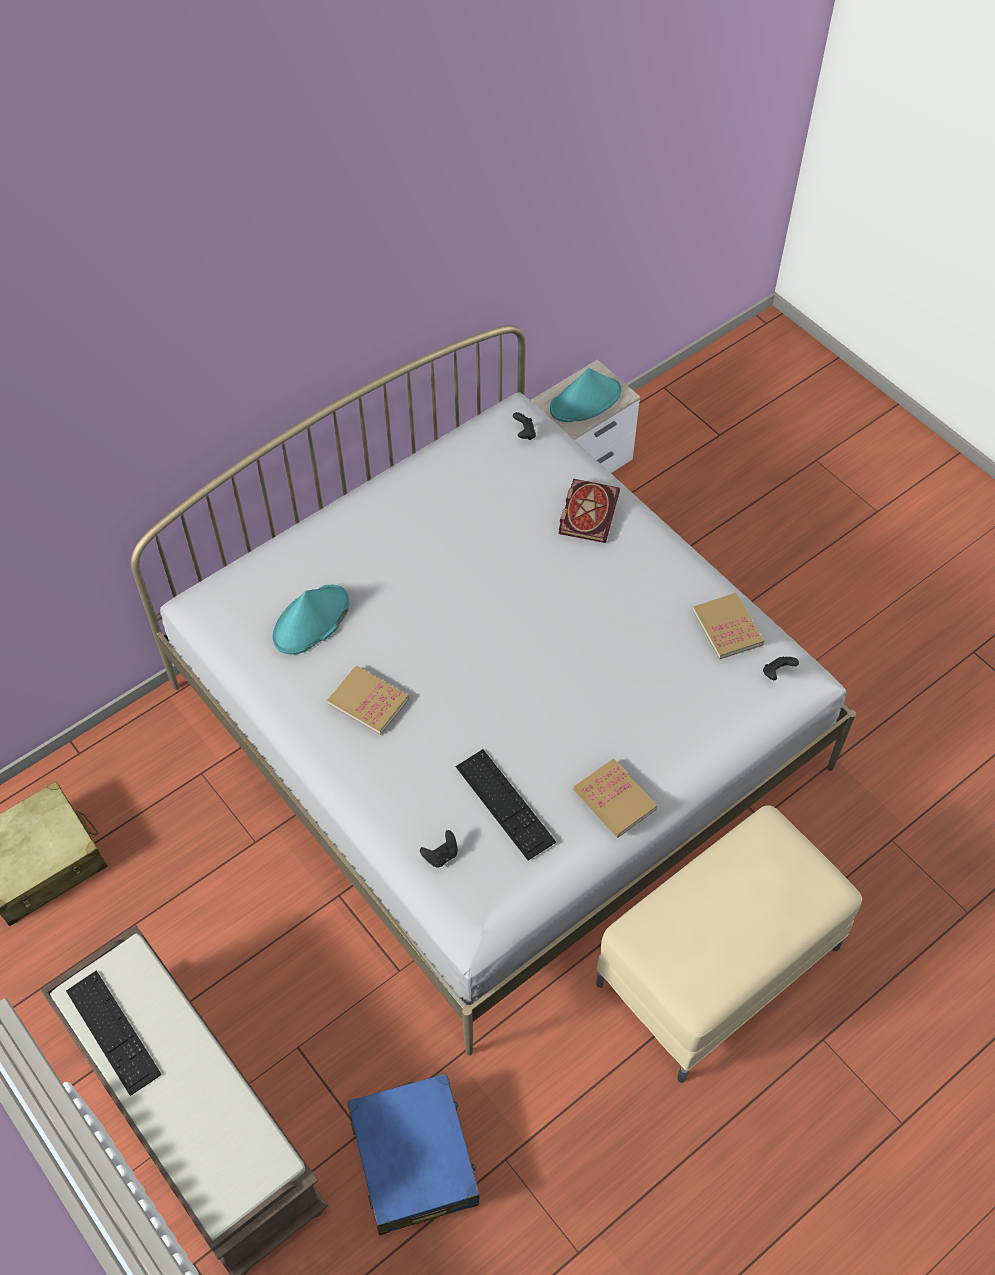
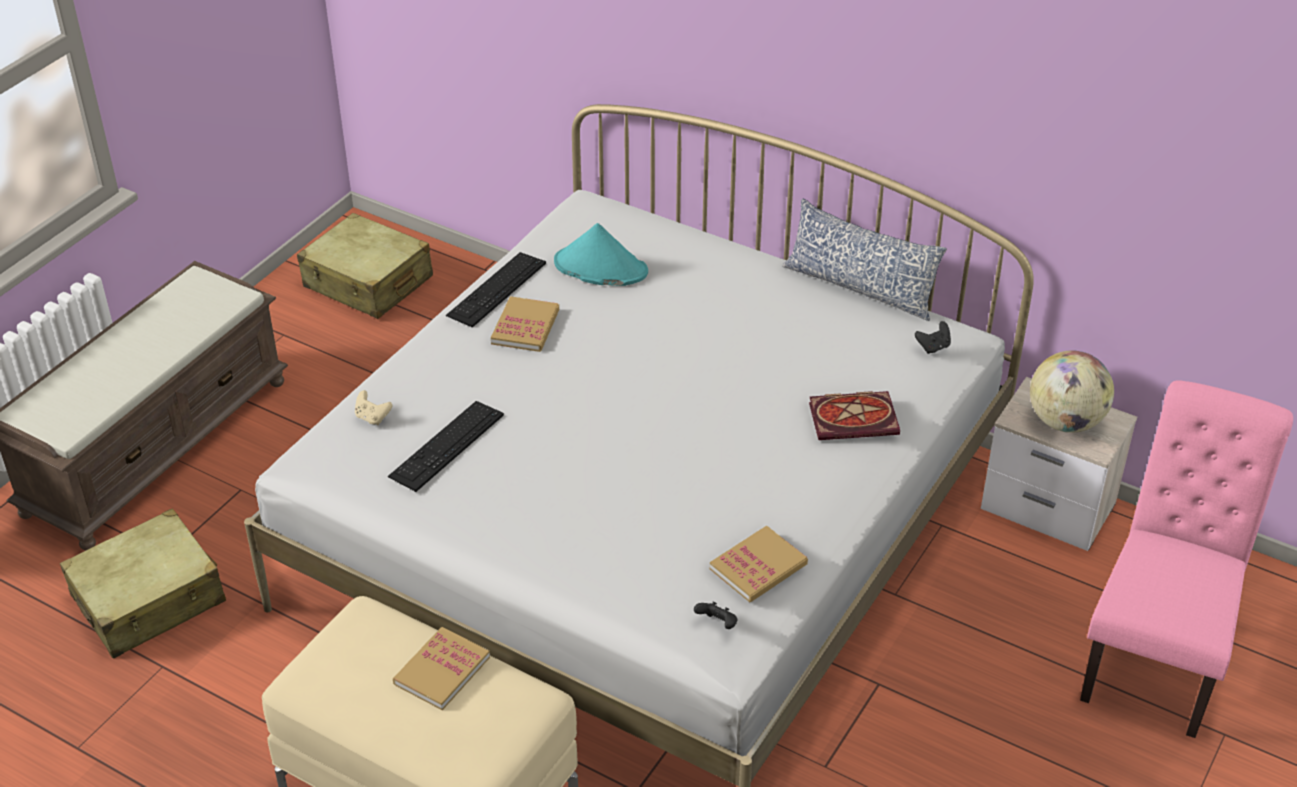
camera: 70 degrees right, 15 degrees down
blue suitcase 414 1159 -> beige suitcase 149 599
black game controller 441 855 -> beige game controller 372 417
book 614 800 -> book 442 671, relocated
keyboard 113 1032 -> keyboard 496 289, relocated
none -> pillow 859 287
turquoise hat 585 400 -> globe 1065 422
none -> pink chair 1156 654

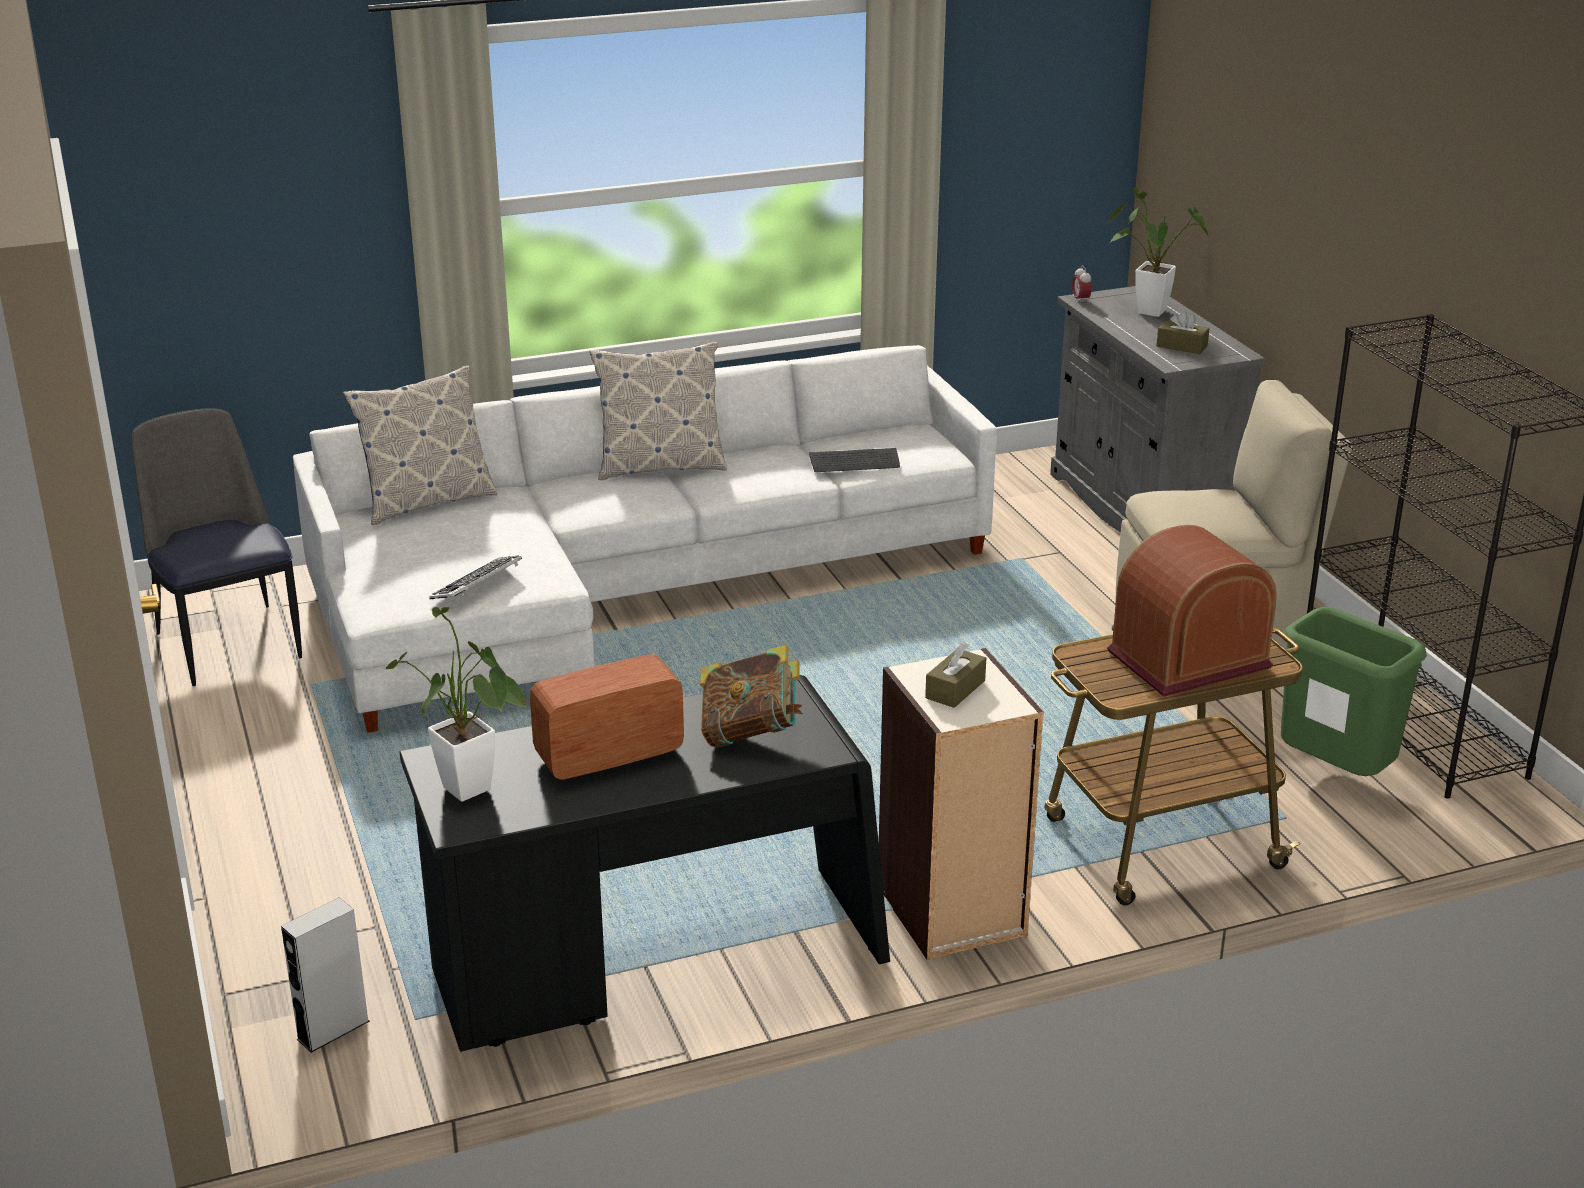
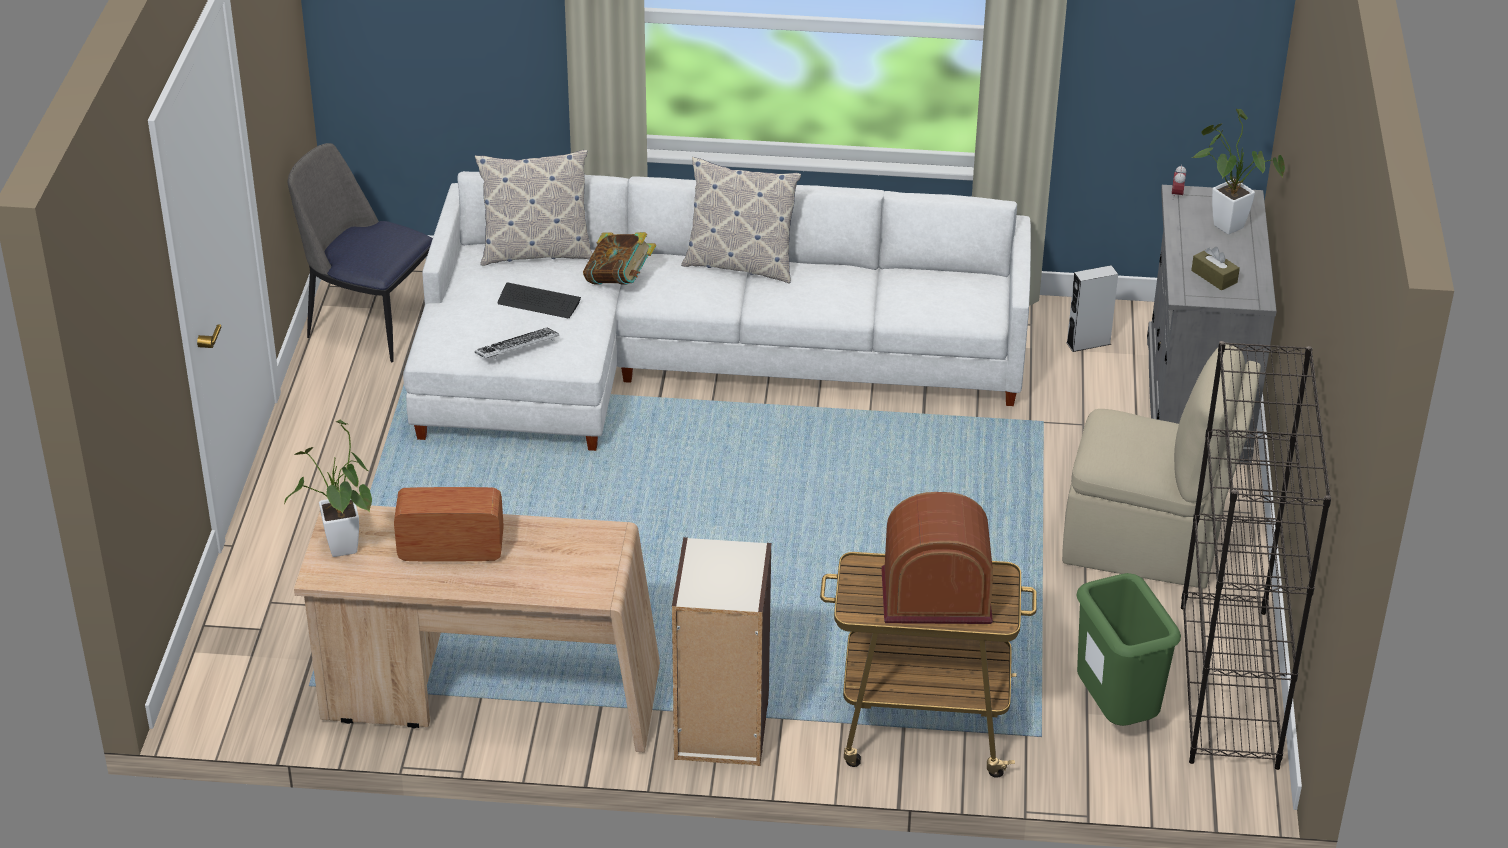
camera: 25 degrees right, 10 degrees up
chair 229 643 -> chair 369 324, 60 degrees counterclockwise
black desk 656 964 -> beige desk 488 698
keyboard 854 462 -> keyboard 538 302, relocated
book 751 733 -> book 620 280, relocated
grey speaker 333 1030 -> grey speaker 1088 343, relocated
brown tissue box 955 689 -> none

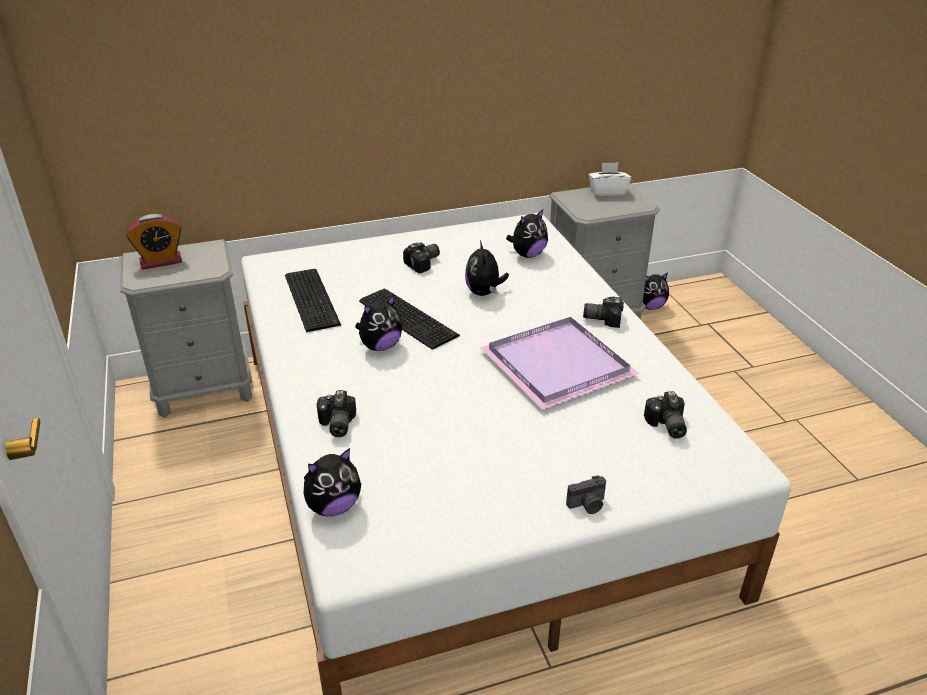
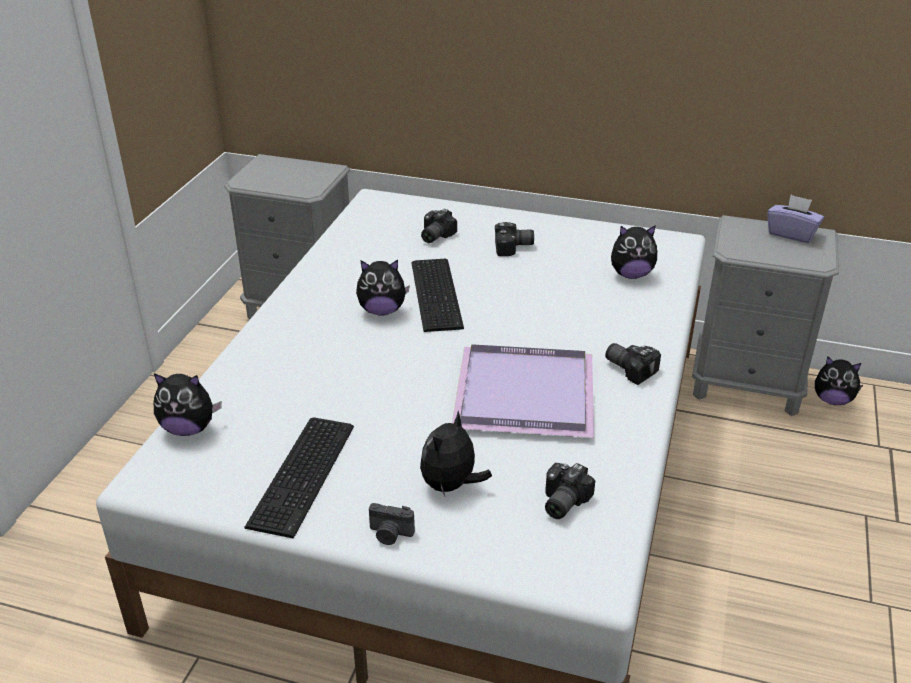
camera: 35 degrees right, 0 degrees up
keyboard 313 298 -> keyboard 306 474, relocated
plush toy 484 293 -> plush toy 451 485, relocated
photo camera 336 425 -> photo camera 434 236, relocated
white tissue box 607 192 -> purple tissue box 791 234
alarm clock 161 261 -> none

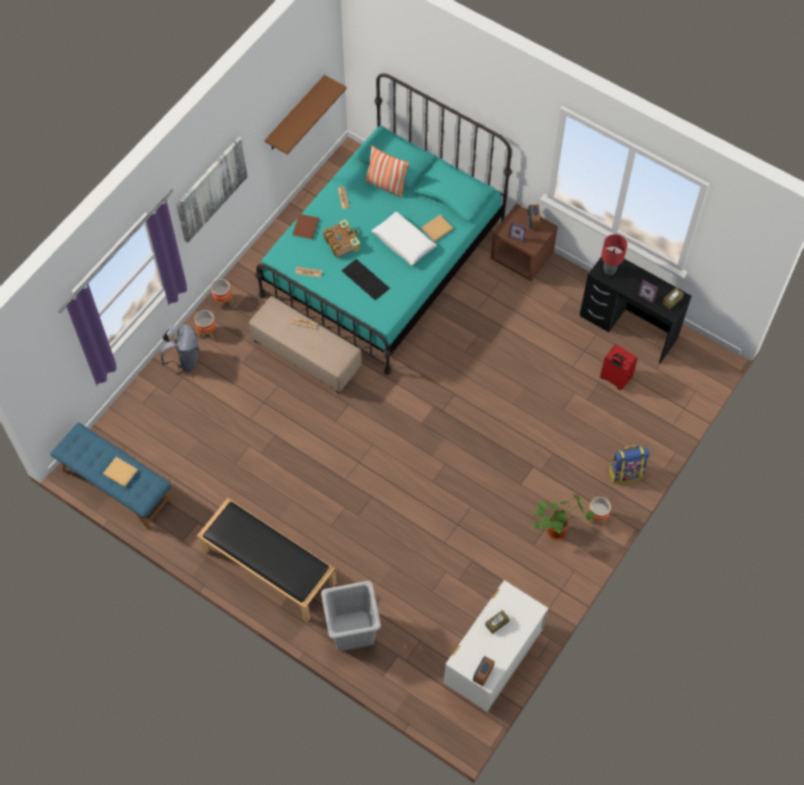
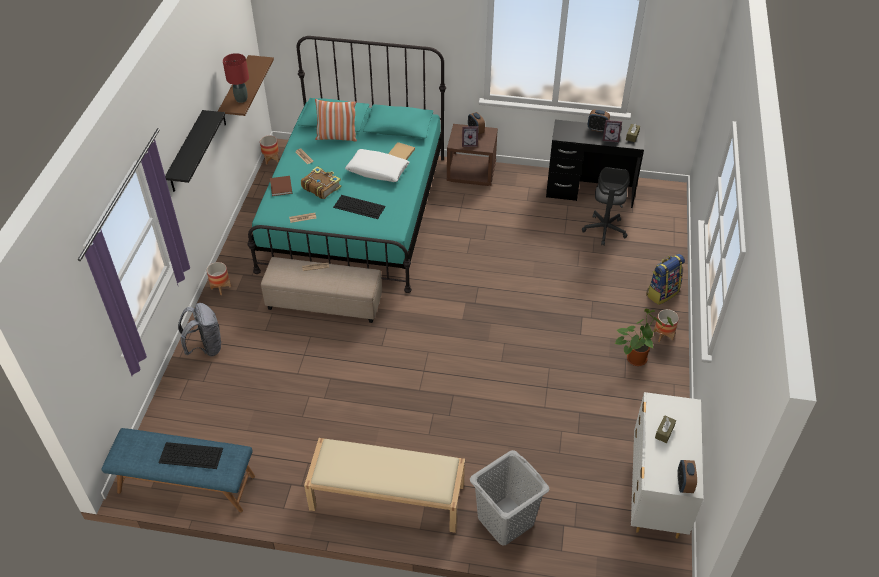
camera: 25 degrees left, 15 degrees down
beige book 119 472 -> keyboard 190 455
picture 211 189 -> black shelf 186 152
red table lamp 609 270 -> red table lamp 241 99, relocated
planter 207 332 -> planter 271 159, relocated
black bench 267 567 -> beige bench 386 497
red suitcase 614 379 -> grey office chair 604 230
none -> alarm clock 597 129

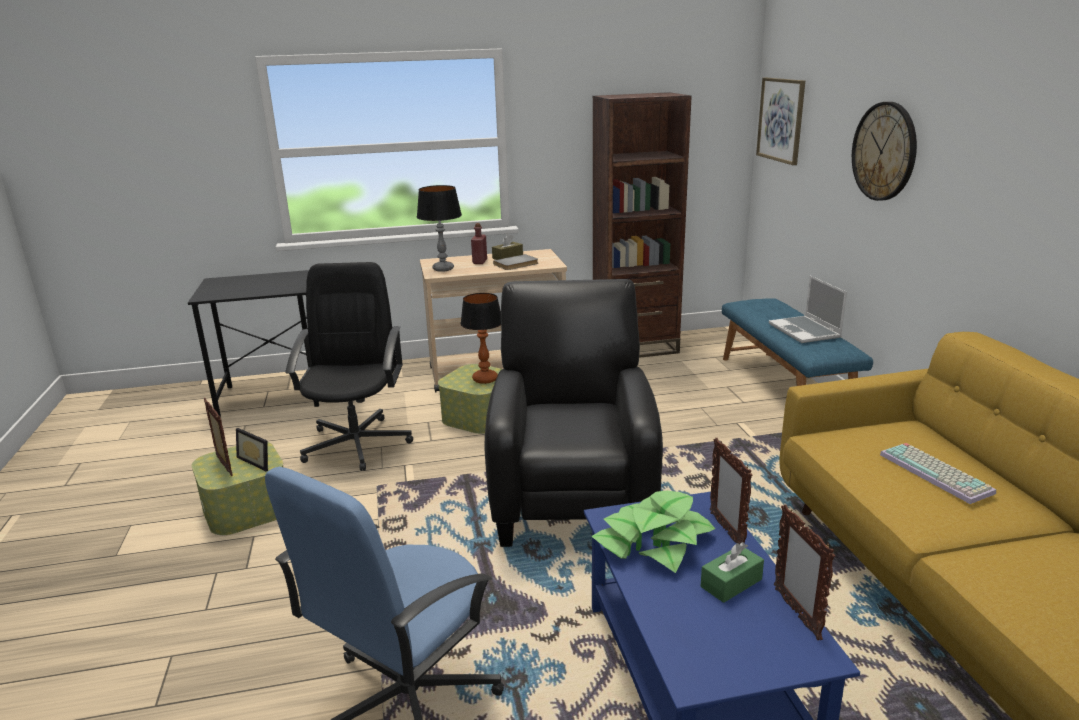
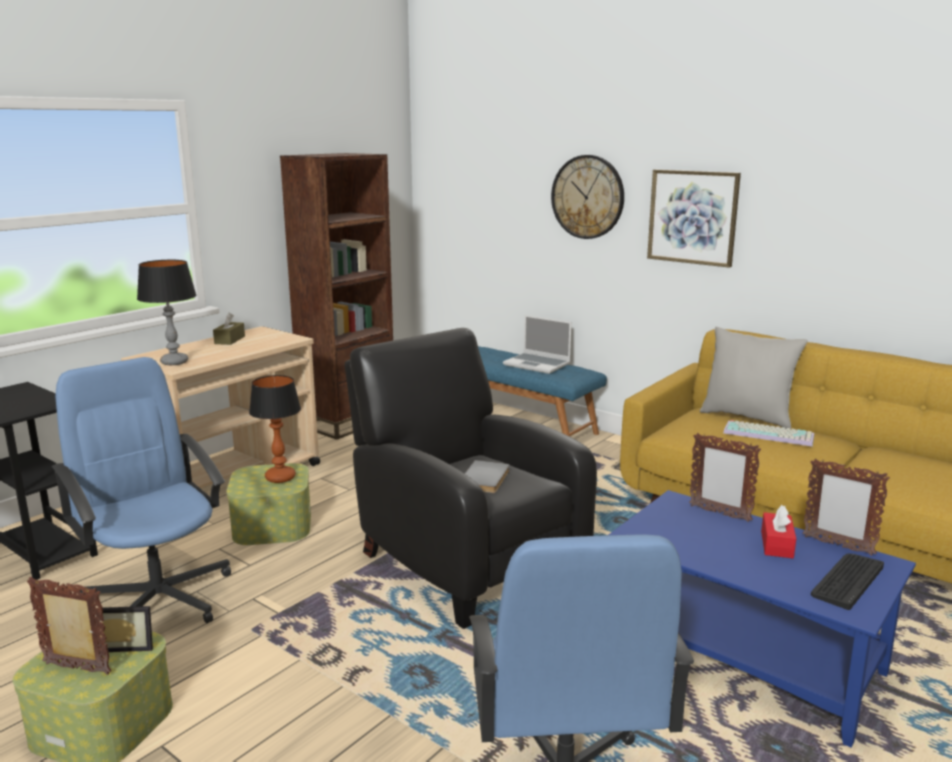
camera: 40 degrees left, 5 degrees down
black office chair 357 443 -> blue office chair 159 598
grey book 517 264 -> grey book 486 479, relocated
picture 781 120 -> picture 692 217, relocated
none -> grey pillow 747 417
green tissue box 731 583 -> red tissue box 776 544
none -> keyboard 847 581
red bottle 480 262 -> none
potted plant 653 542 -> none

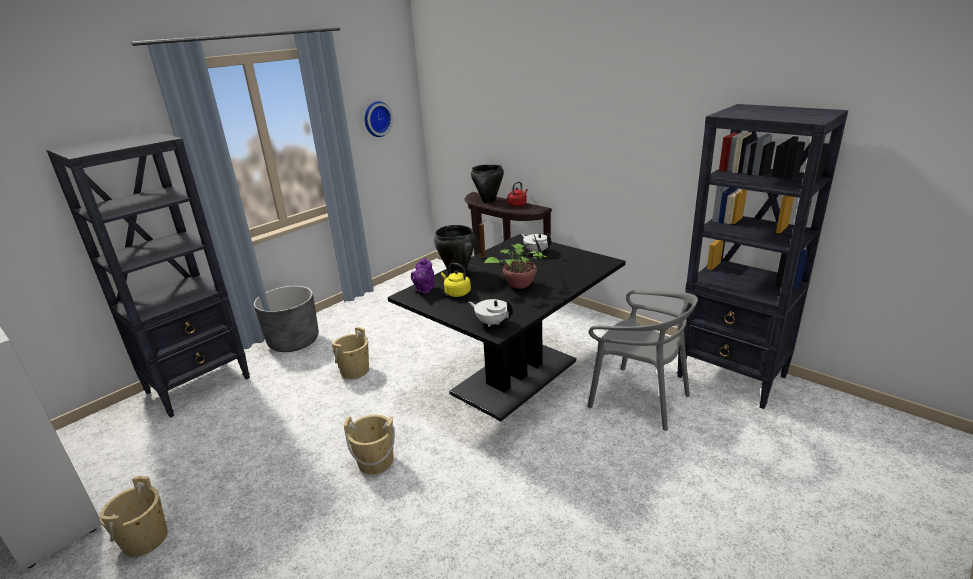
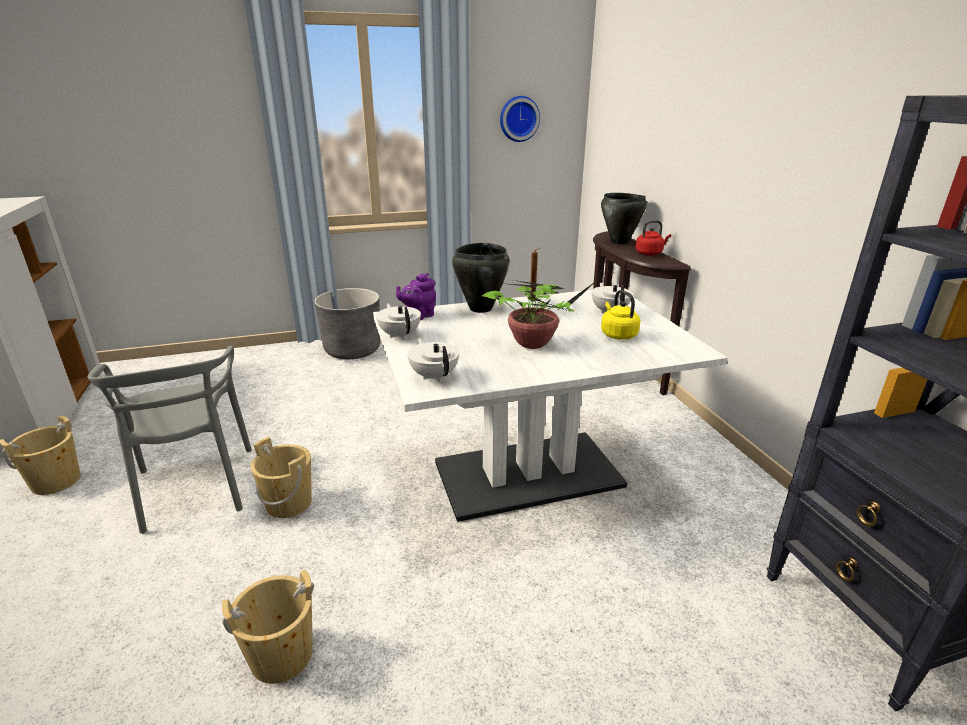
camera: 30 degrees right, 0 degrees up
grey chair 638 399 -> grey chair 195 487, relocated
beige bucket 355 371 -> beige bucket 282 655, relocated
black dining table 515 377 -> white dining table 528 474
none -> white teapot 400 335
yellow kettle 456 293 -> yellow kettle 617 334, relocated
black bookcase 199 385 -> none

